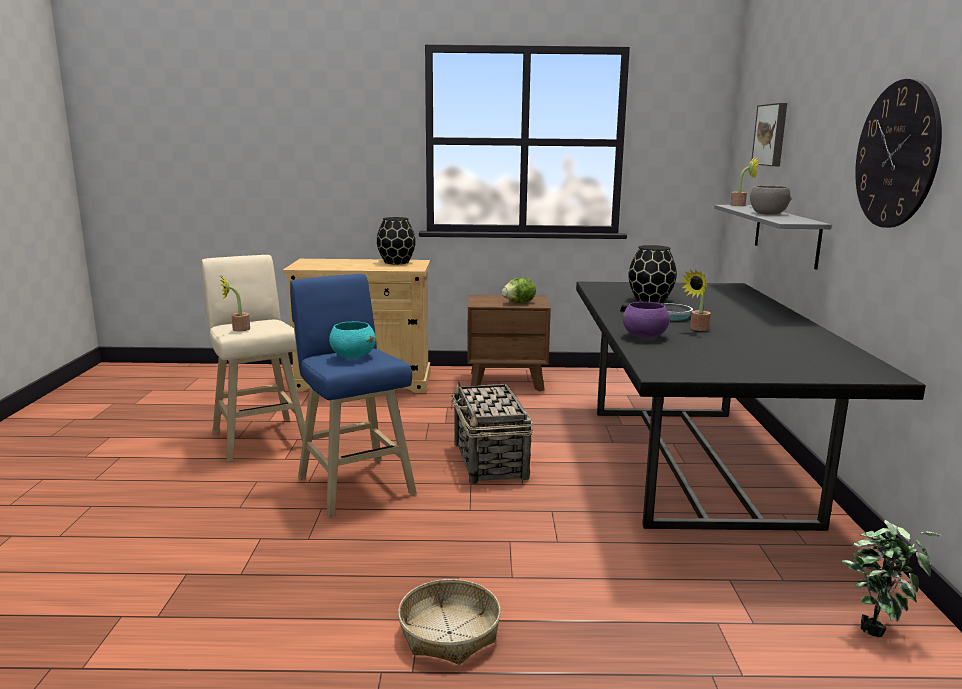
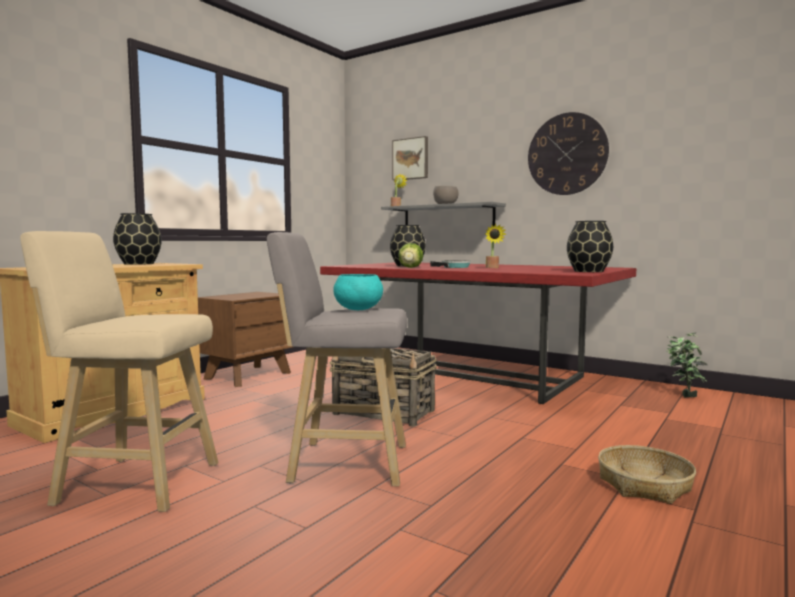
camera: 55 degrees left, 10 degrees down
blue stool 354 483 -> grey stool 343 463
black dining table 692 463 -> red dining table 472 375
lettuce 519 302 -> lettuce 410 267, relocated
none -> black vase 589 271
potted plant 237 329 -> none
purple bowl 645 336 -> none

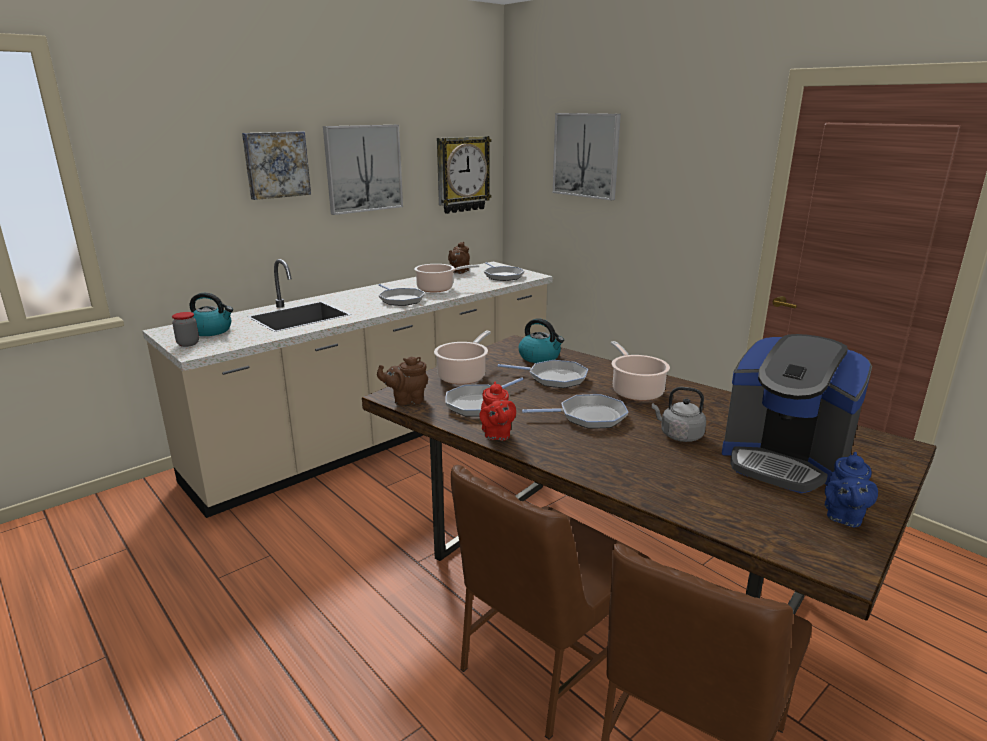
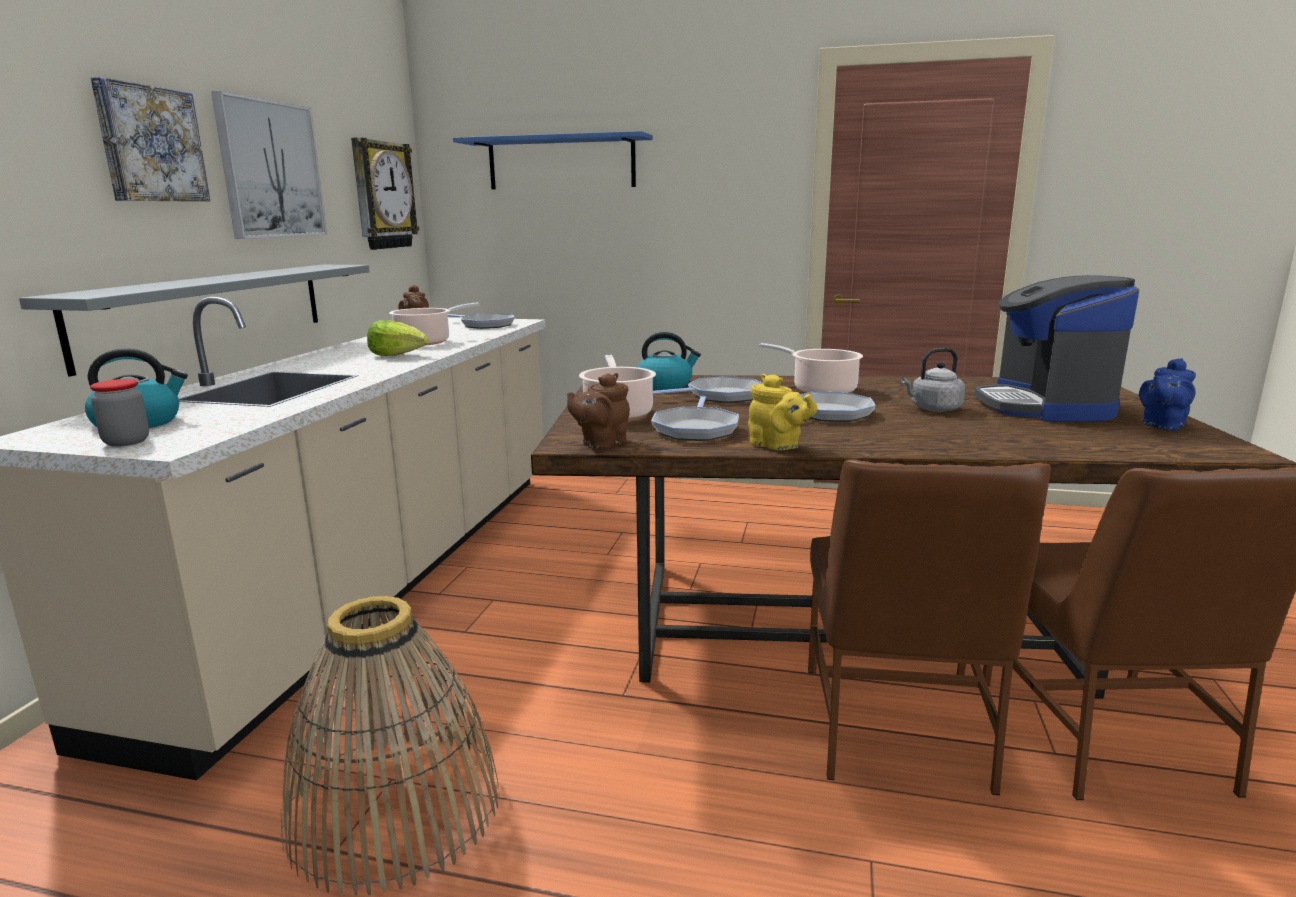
camera: 35 degrees left, 5 degrees down
none -> grey shelf 210 311
none -> basket 394 809
frying pan 400 299 -> lettuce 398 355
picture 586 155 -> blue shelf 561 163
red teapot 496 435 -> yellow teapot 777 446
coffee machine 784 462 -> coffee machine 1045 406, 90 degrees clockwise
blue teapot 843 517 -> blue teapot 1162 425, 60 degrees clockwise

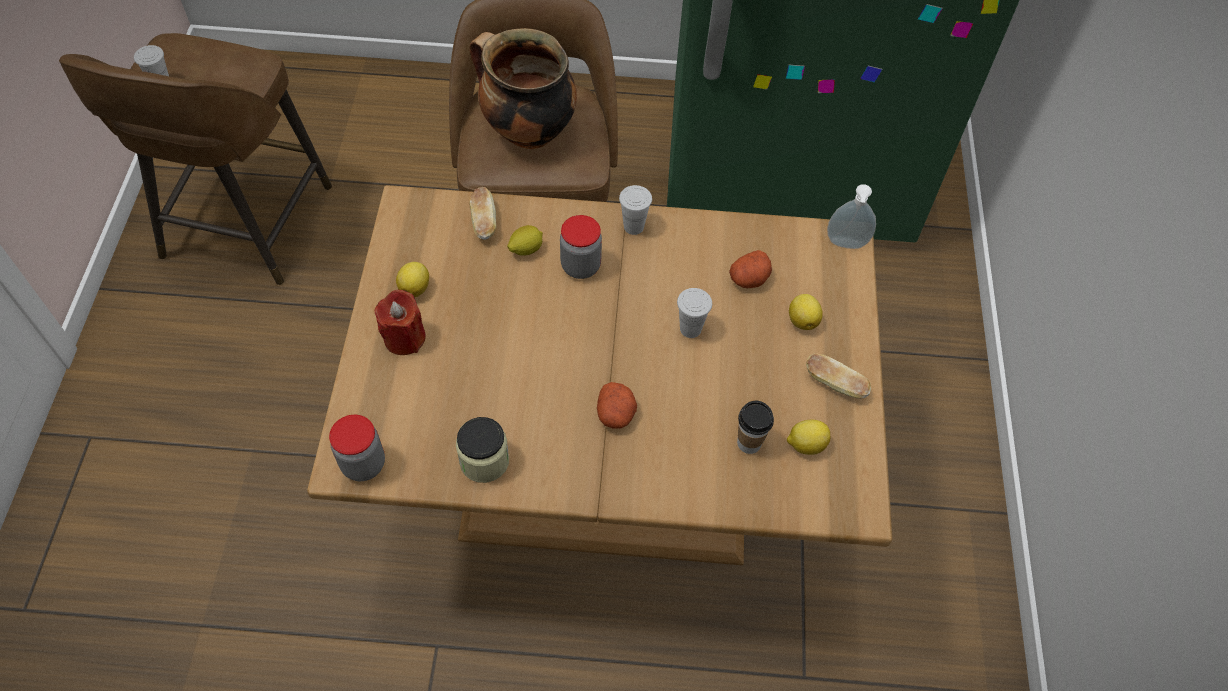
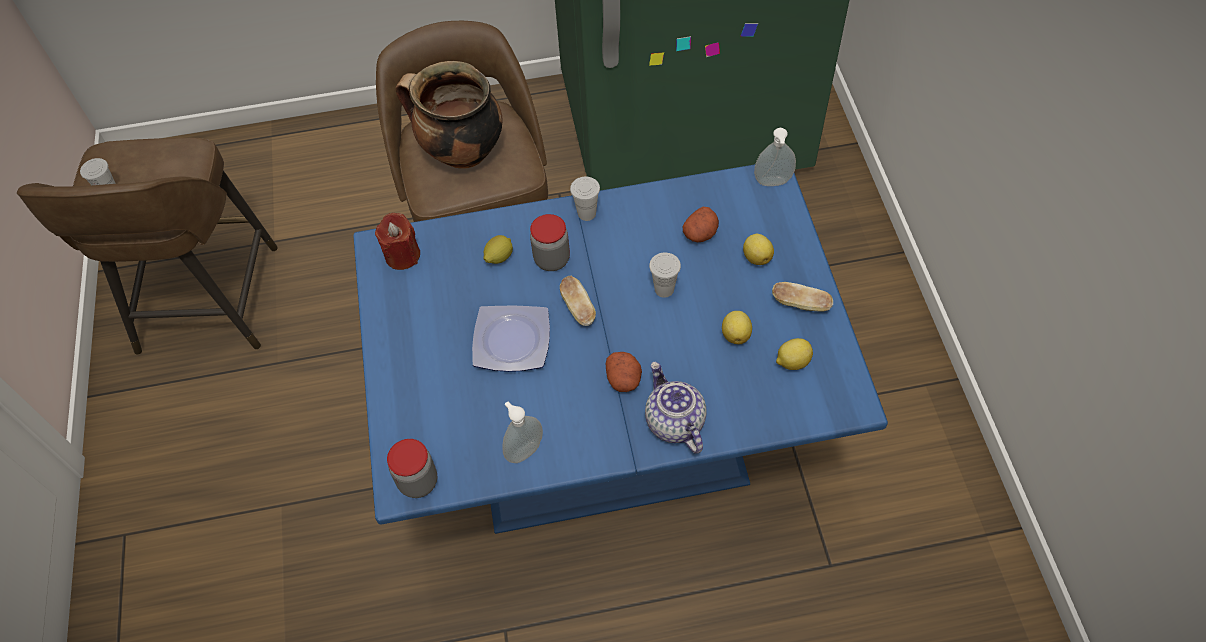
camera: 10 degrees left, 0 degrees up
brown dining table 607 481 -> blue dining table 610 444
red candle 404 338 -> red candle 402 255, relocated
none -> plate 510 342
jar 484 461 -> soap dispenser 523 450
bread 483 222 -> bread 578 308, relocated
none -> teapot 673 422
lemon 415 288 -> lemon 736 334, relocated
cup 749 443 -> none

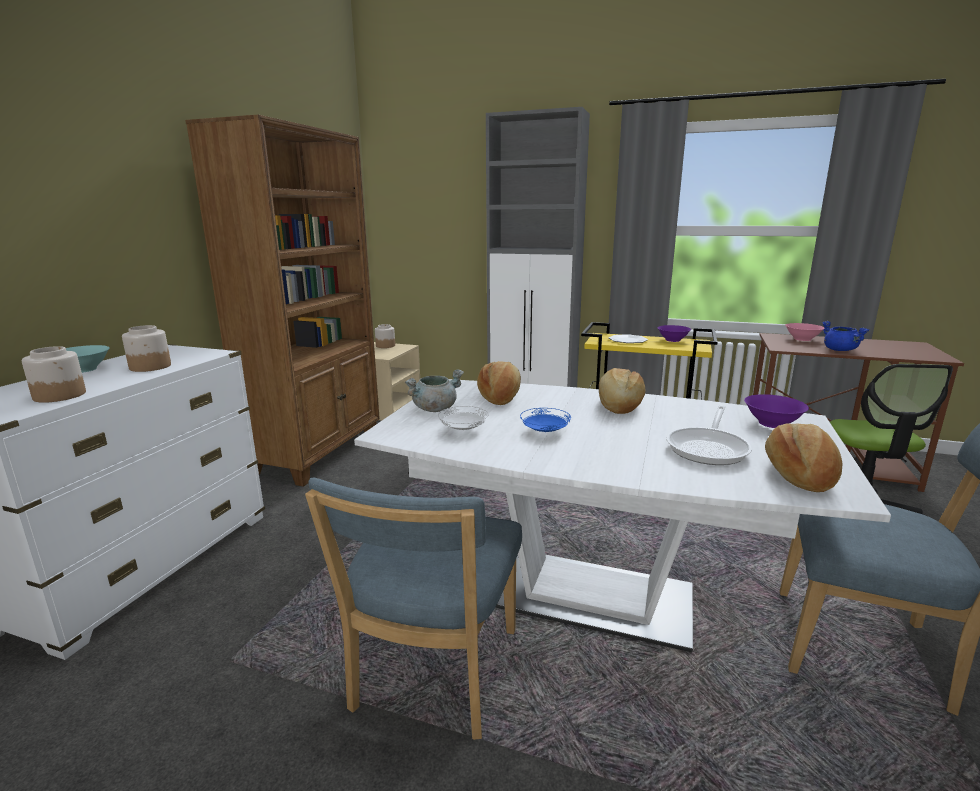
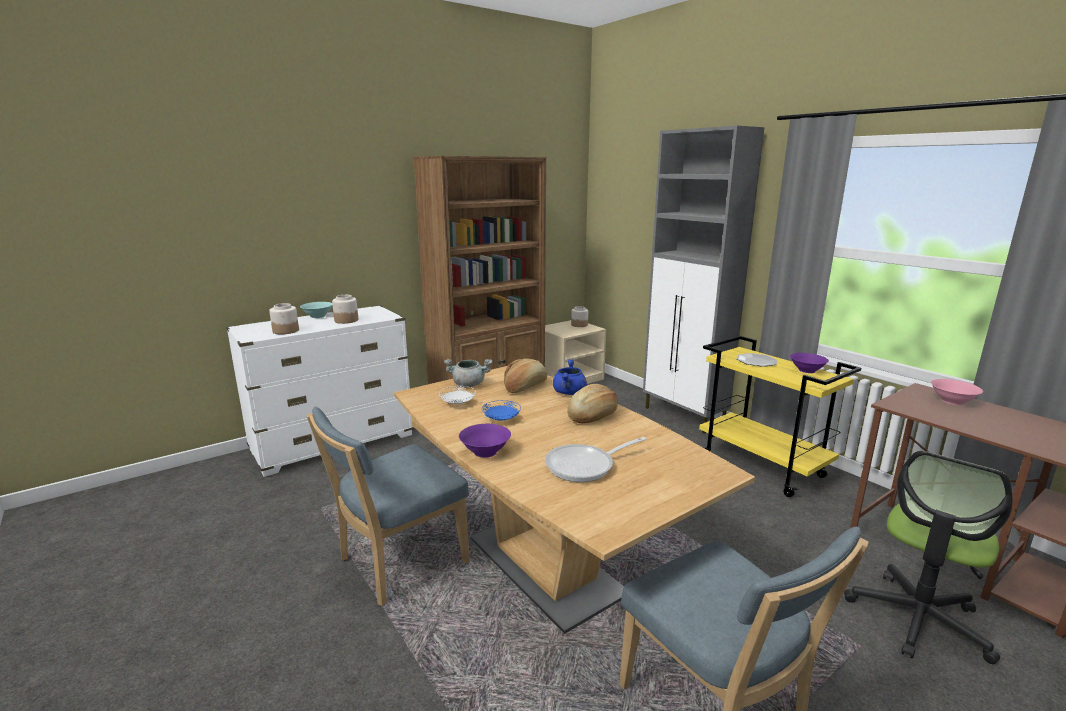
camera: 35 degrees right, 0 degrees up
white dining table 590 596 -> brown dining table 545 566
purple bowl 772 423 -> purple bowl 486 452, relocated
blue cooking pot 840 350 -> blue cooking pot 569 393, relocated
bread 799 474 -> none

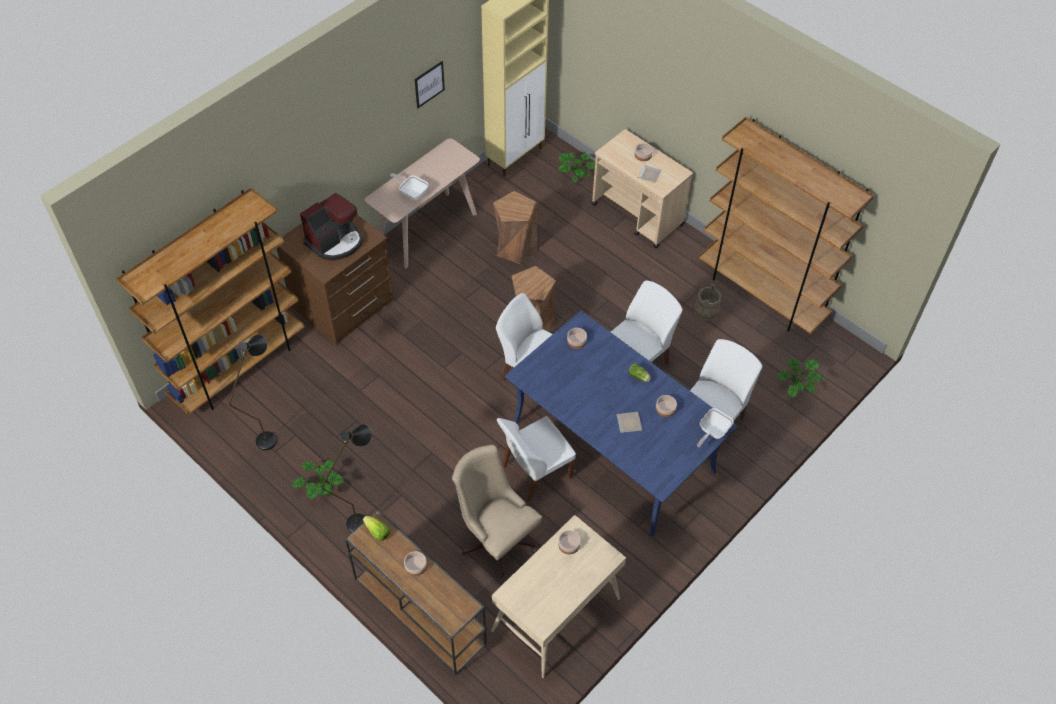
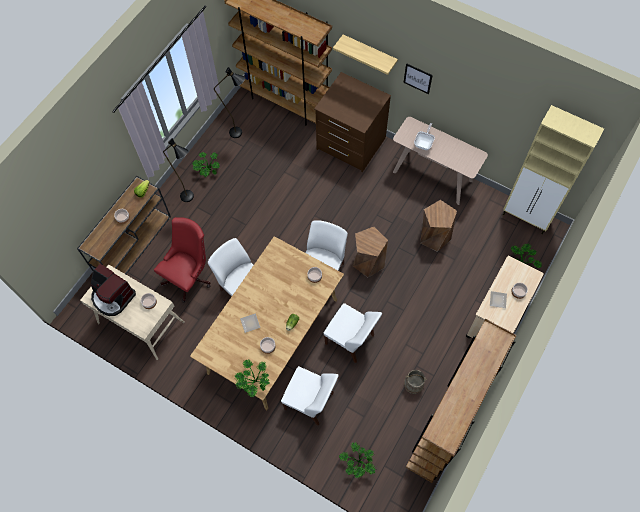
camera: 80 degrees right, 10 degrees up
coffee machine 335 241 -> coffee machine 113 297, relocated
beige office chair 496 538 -> red office chair 190 276
blue dining table 612 447 -> beige dining table 273 335
frying pan 712 432 -> potted plant 253 382
none -> shelf 369 53
picture 429 84 -> picture 417 78, relocated

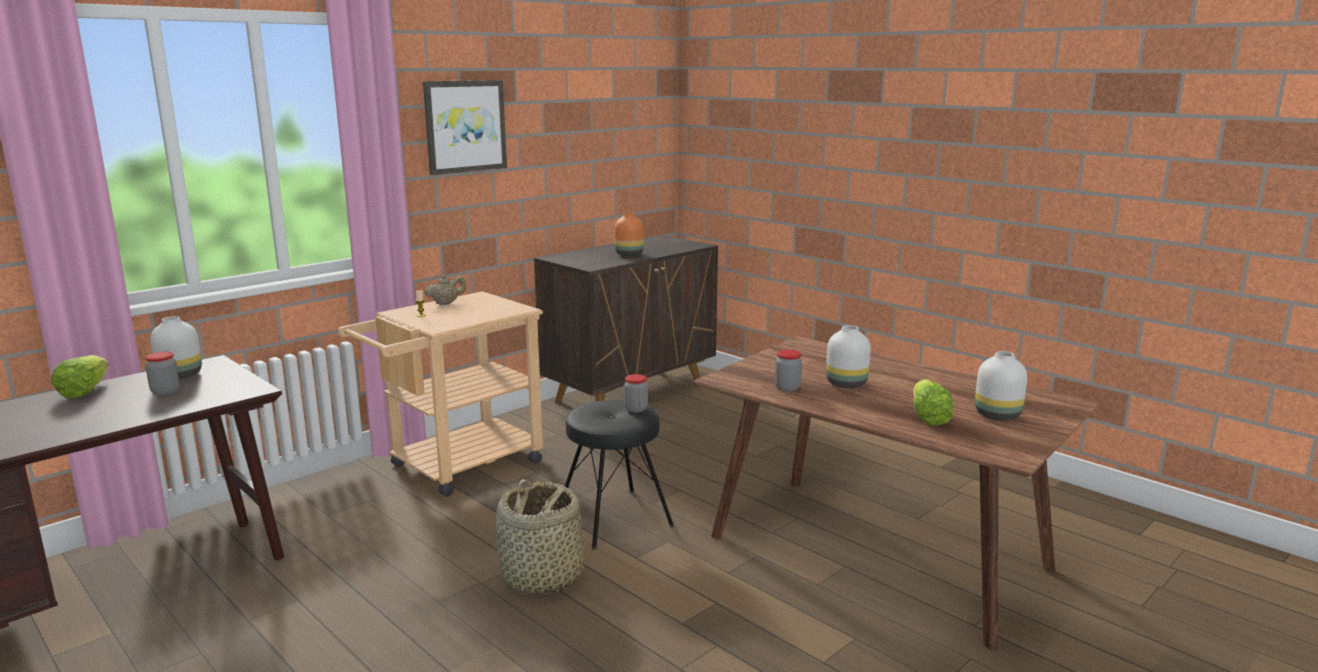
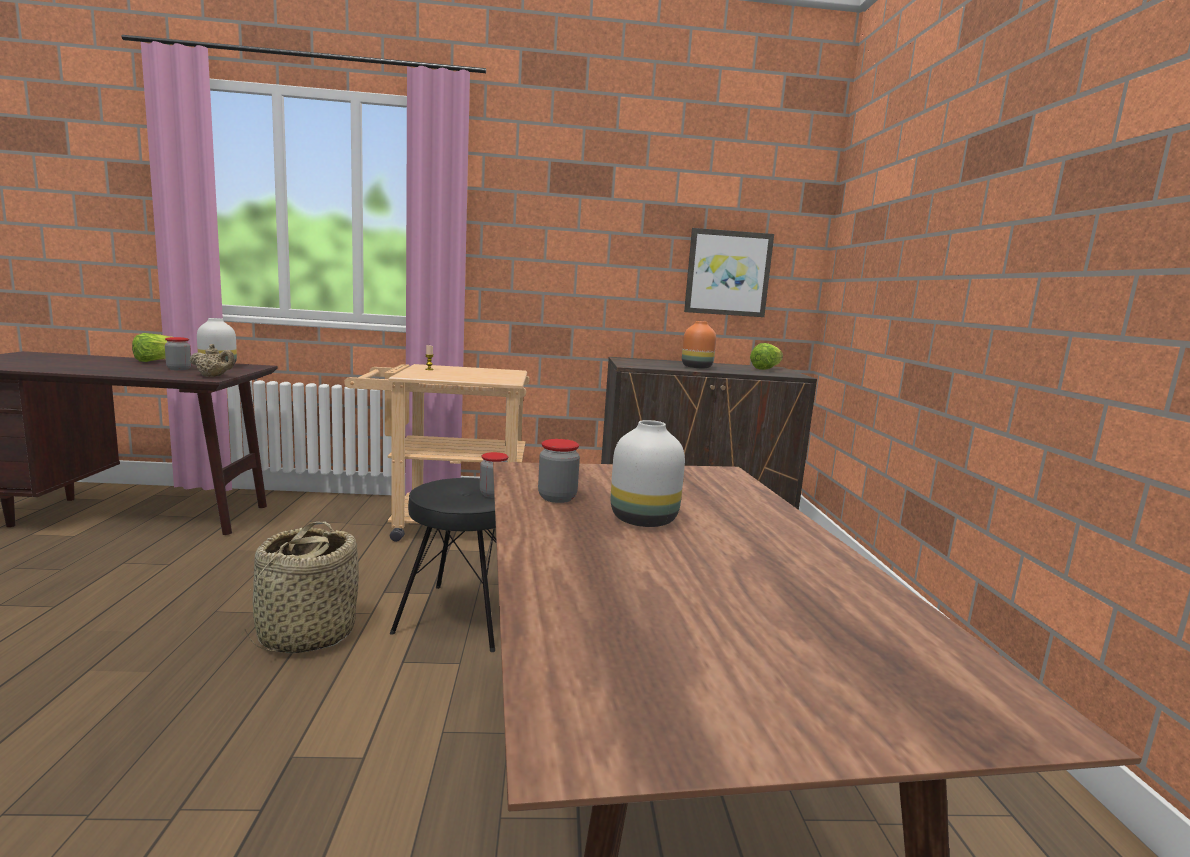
camera: 40 degrees right, 5 degrees down
beige teapot 446 303 -> beige teapot 213 376, relocated
picture 465 126 -> picture 727 273, relocated
lettuce 928 417 -> lettuce 766 369, relocated
white vase 996 415 -> none

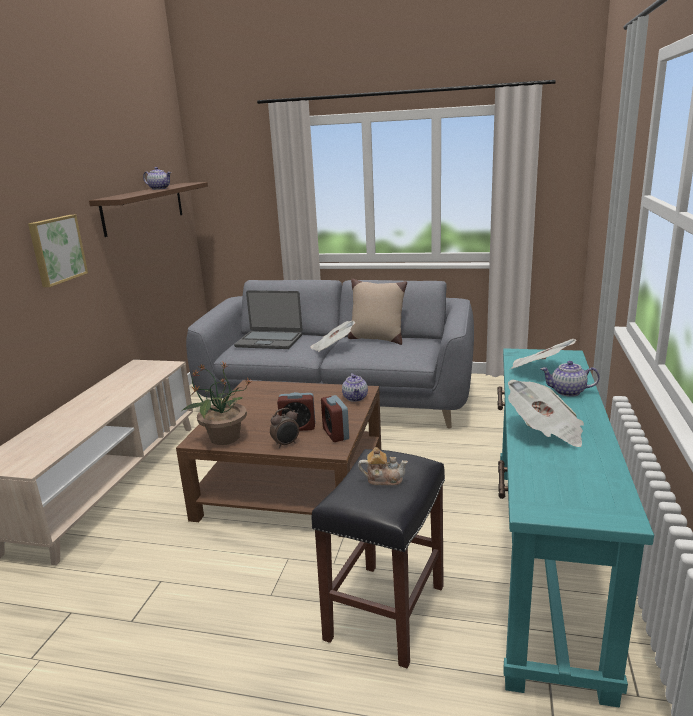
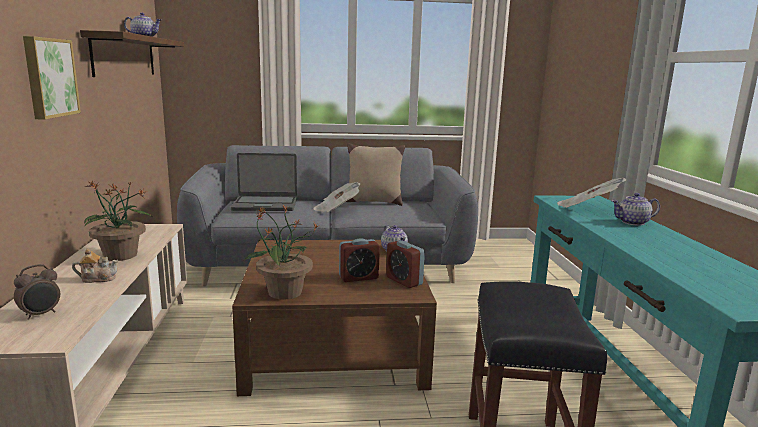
camera: 20 degrees left, 5 degrees down
alarm clock 286 444 -> alarm clock 41 314, relocated
teapot 383 479 -> teapot 98 278, relocated
none -> potted plant 120 256
newspaper 545 431 -> none

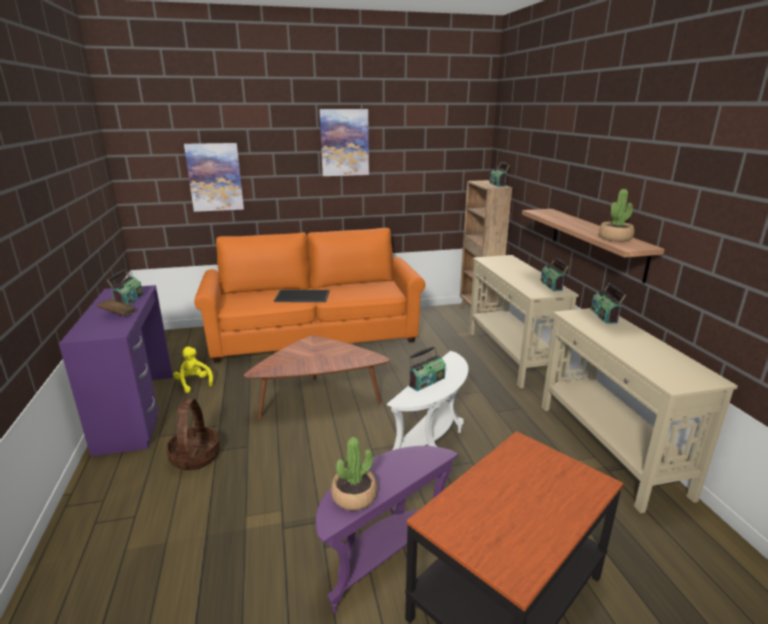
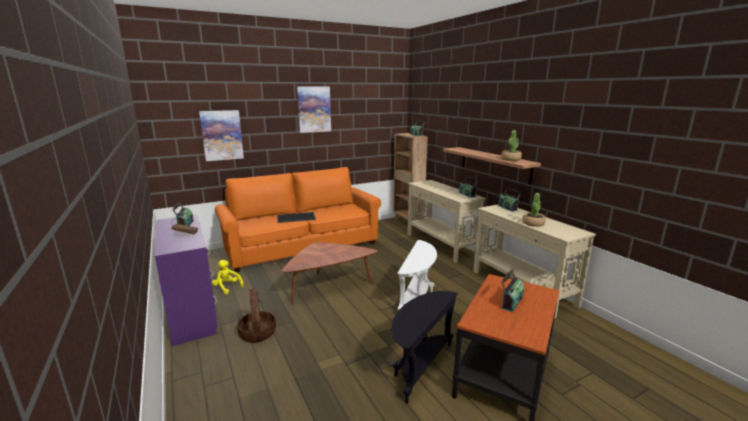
camera: 15 degrees left, 5 degrees down
purple side table 382 554 -> black side table 419 366
radio 426 381 -> radio 511 302, relocated
potted plant 354 496 -> potted plant 533 223, relocated

